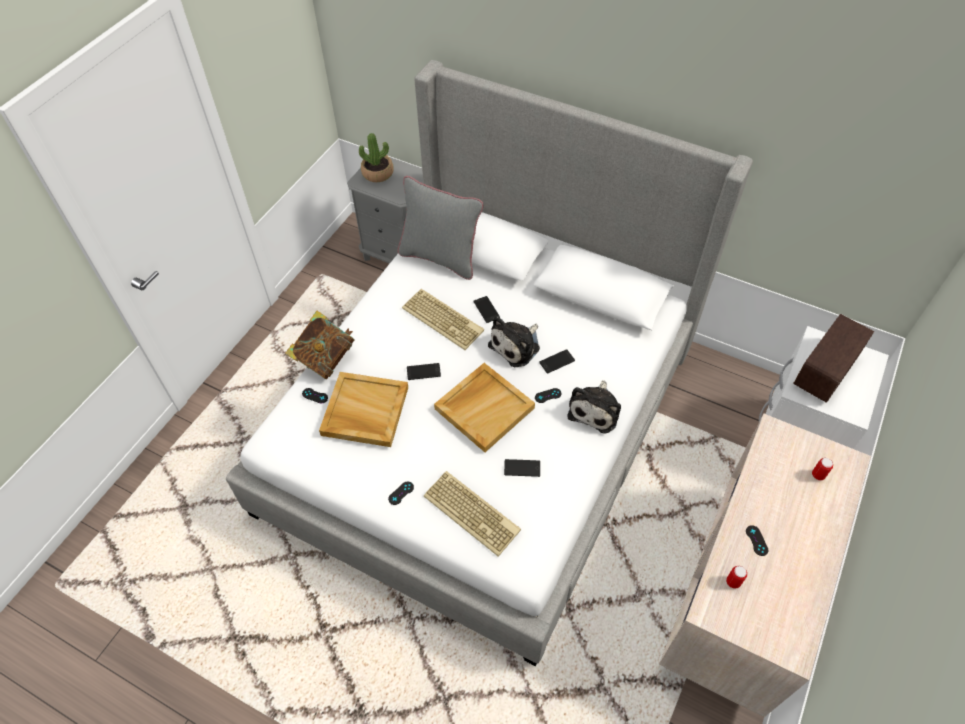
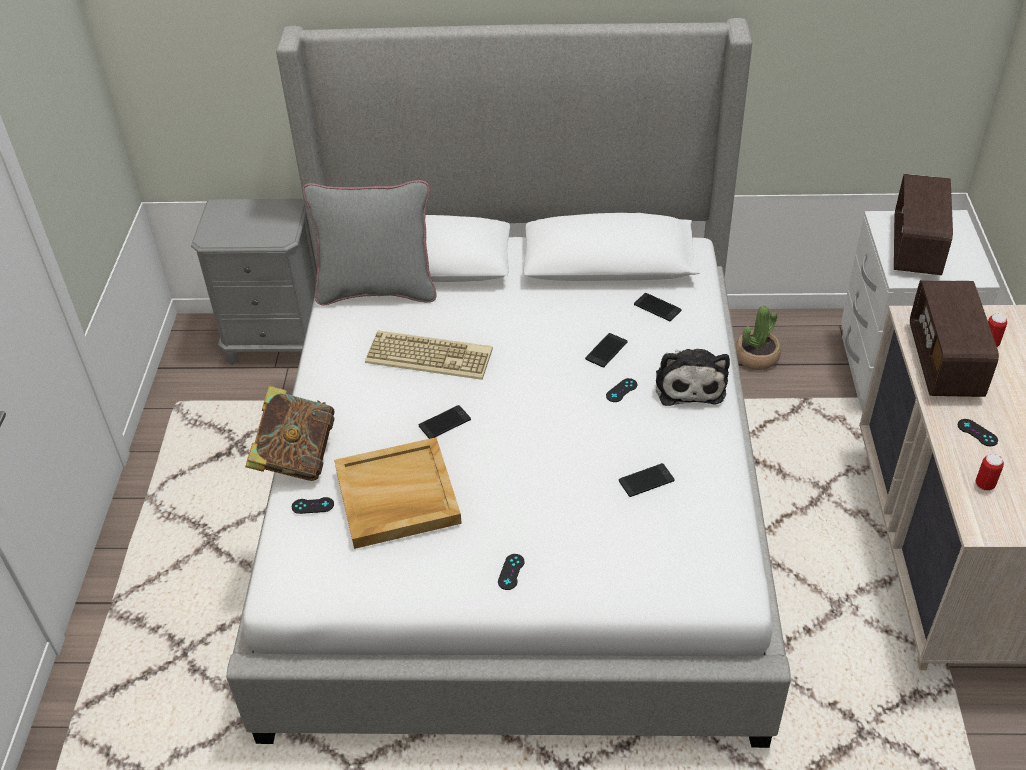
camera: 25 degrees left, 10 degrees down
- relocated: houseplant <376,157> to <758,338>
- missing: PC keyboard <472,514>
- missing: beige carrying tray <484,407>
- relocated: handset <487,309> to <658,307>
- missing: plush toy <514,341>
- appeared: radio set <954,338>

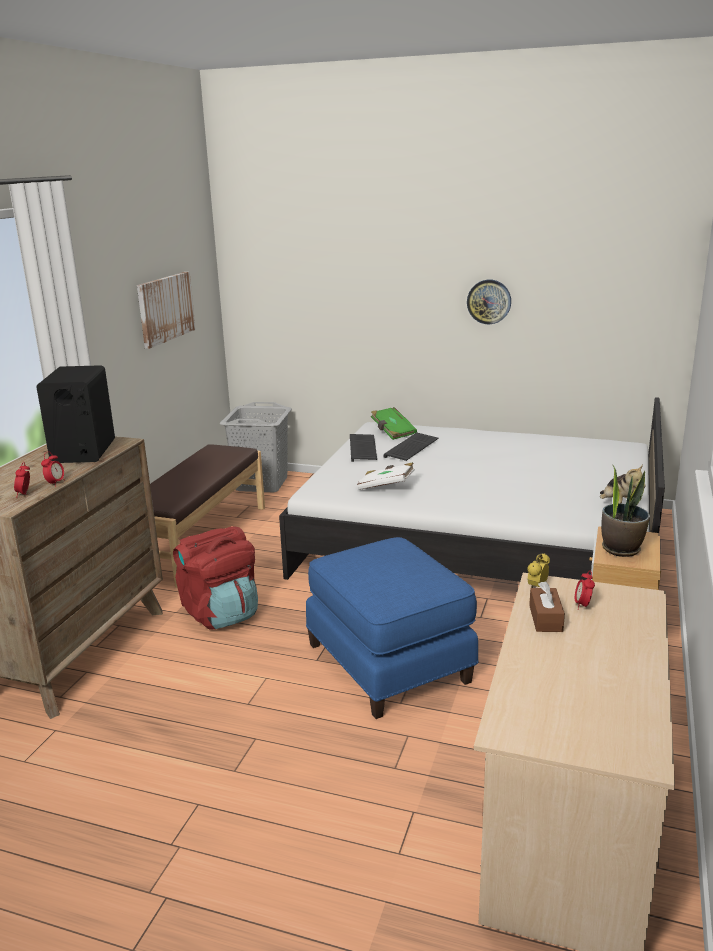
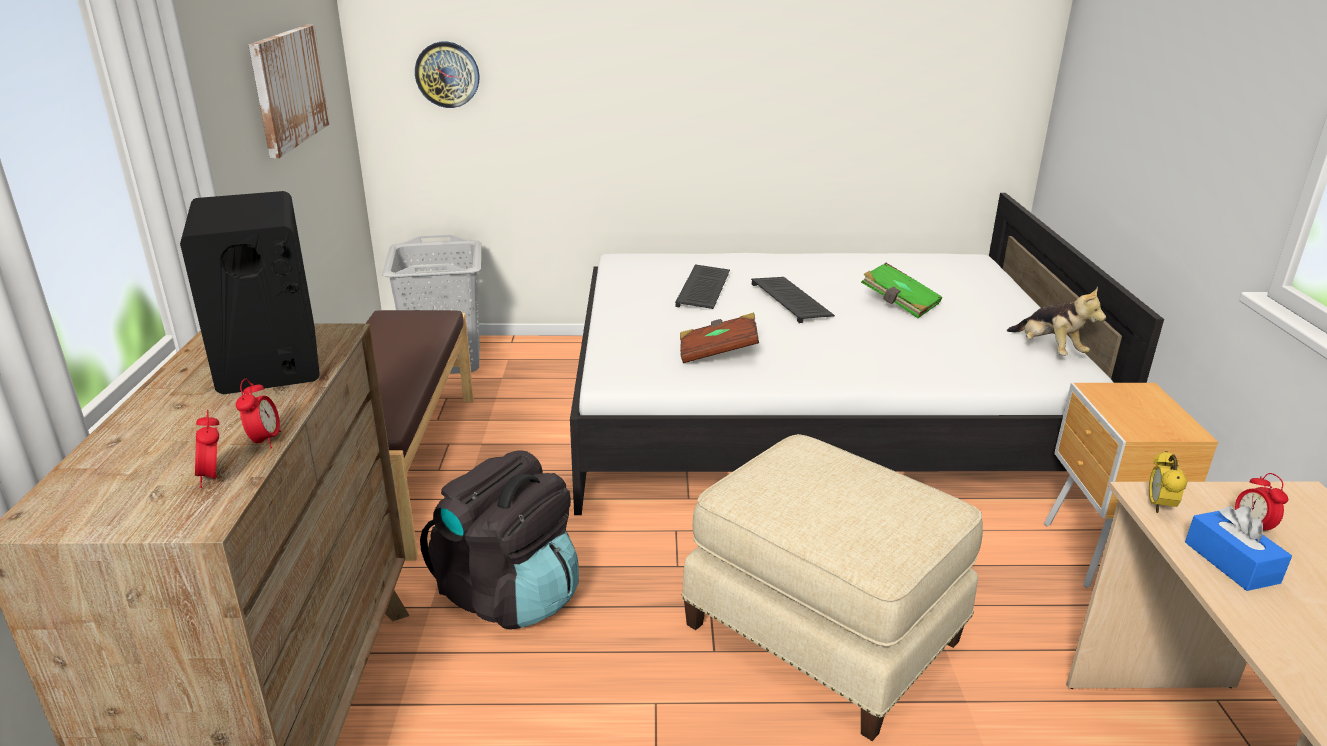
camera: 20 degrees left, 5 degrees up
- colour: reddish knapsack <215,578> to black-coloured knapsack <499,540>
- colour: bluish pouffe <392,628> to beige pouffe <832,587>
- relocated: PC keyboard <363,448> to <793,300>
- colour: white-coloured volume <386,476> to brown-coloured volume <719,337>
- relocated: green volume <394,423> to <901,290>
- relocated: wall clock <489,302> to <447,75>
- colour: brown-coloured box of tissues <547,606> to bluish box of tissues <1238,548>
- missing: houseplant <625,511>

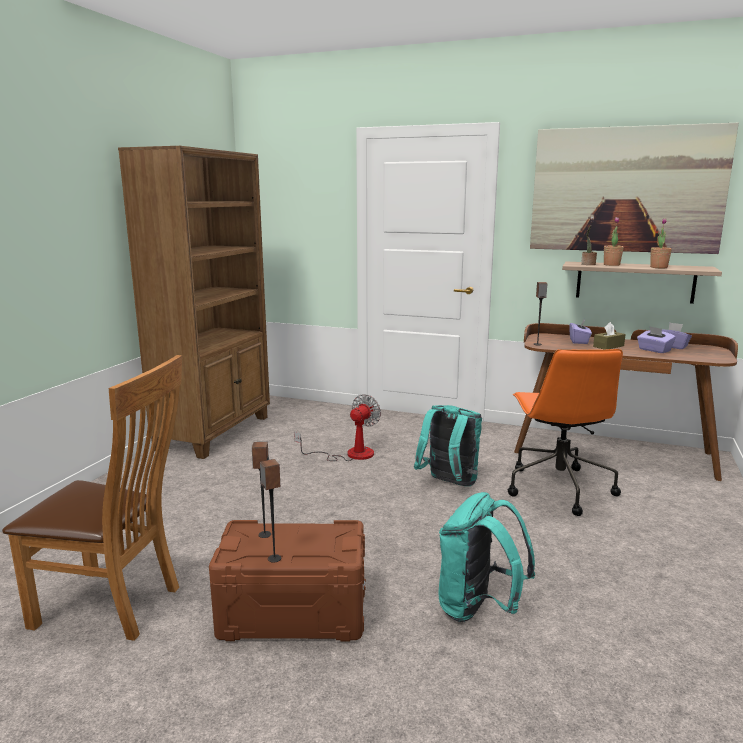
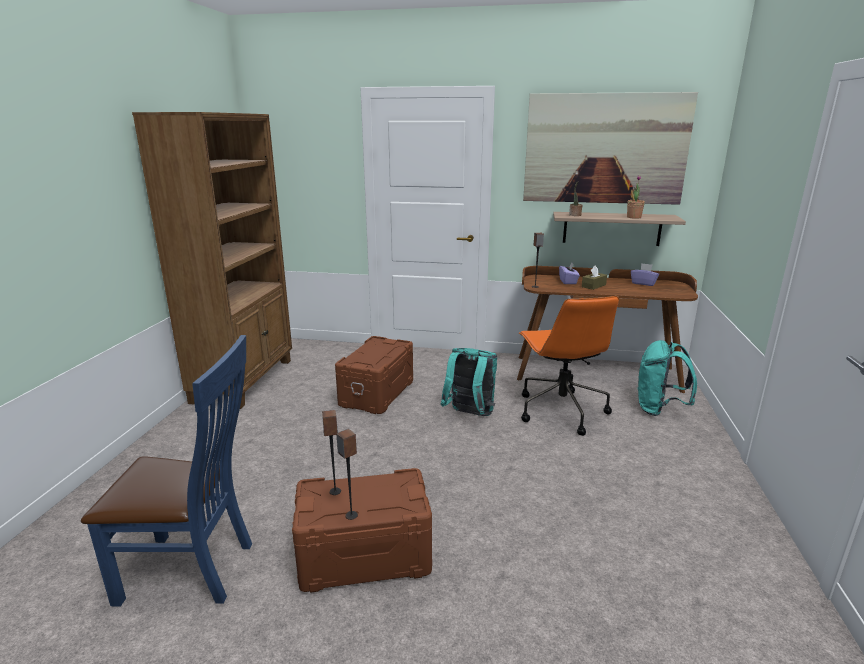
camera: 10 degrees left, 5 degrees up
- colour: brown-coloured upright chair <92,498> to bluish upright chair <166,471>
- exchanged: fan <337,427> to brown-coloured storage bin <374,375>
- relocated: turquoise-coloured knapsack <487,557> to <667,378>
- missing: houseplant <614,241>
- missing: purplish box of tissues <656,339>

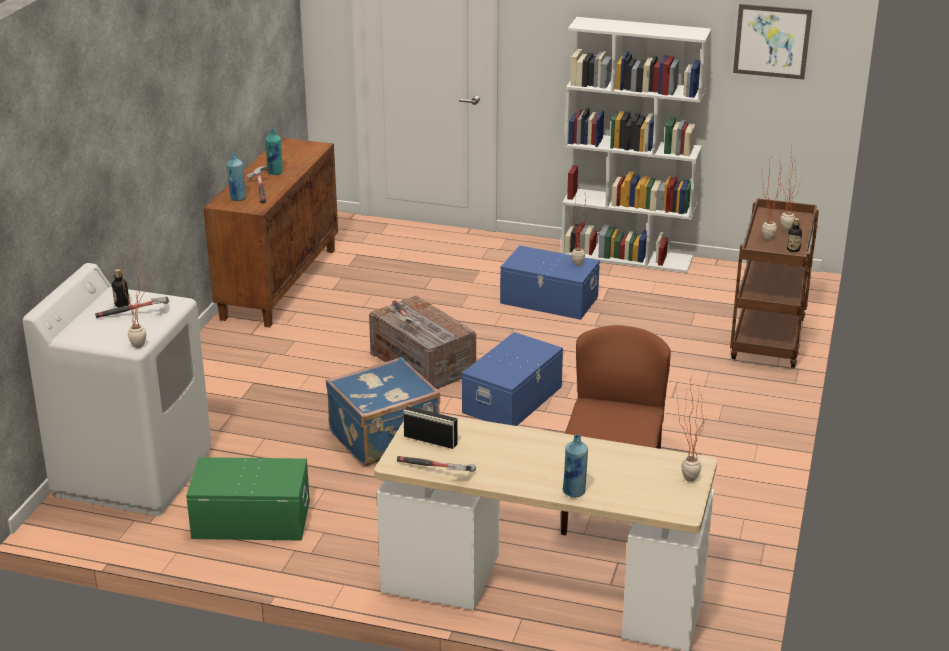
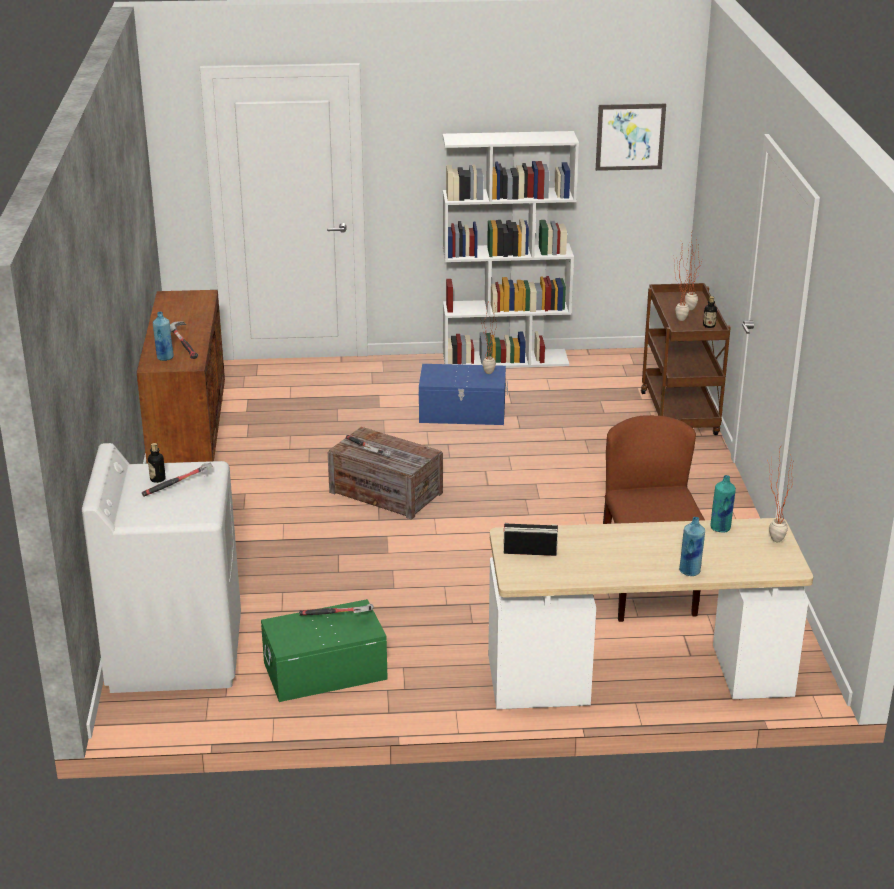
camera: 20 degrees left, 0 degrees up
- missing: houseplant <133,297>
- relocated: turquoise-coloured beverage bottle <274,152> to <723,504>
- missing: bluish suitcase <383,411>
- relocated: hand hammer <436,464> to <336,610>
- missing: bluish storage bin <512,379>

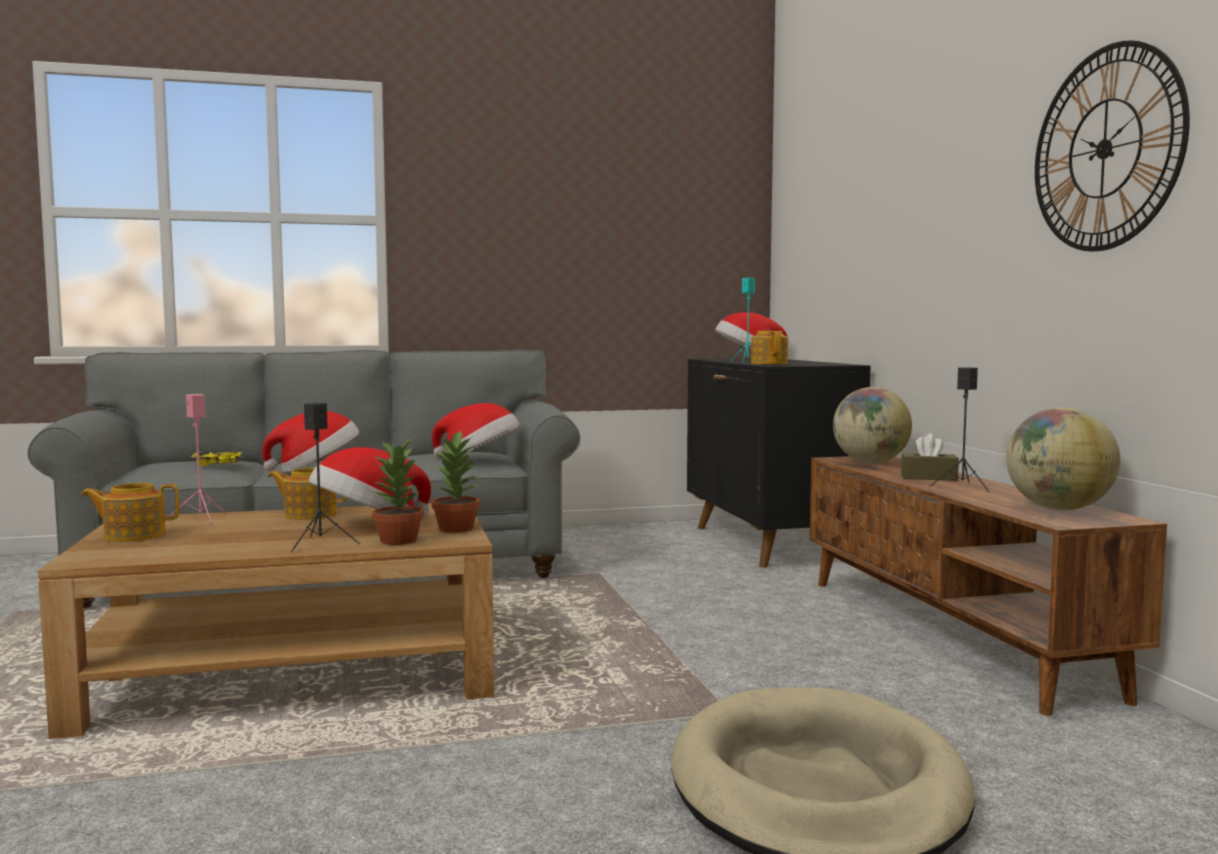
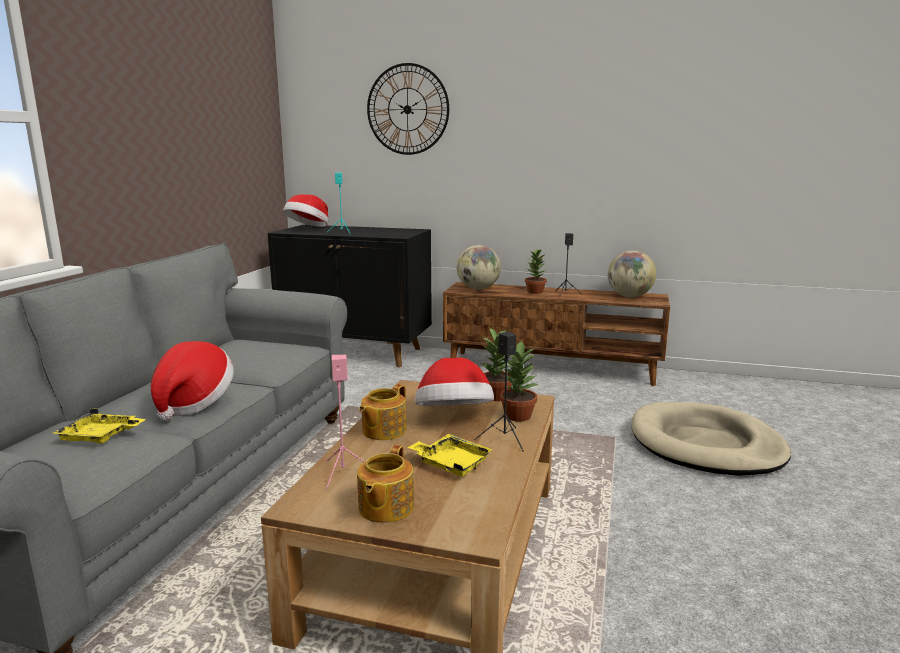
camera: 60 degrees left, 10 degrees up
- missing: clothing hat <475,430>
- missing: pot for tea <769,347>
- exchanged: brown-coloured box of tissues <930,457> to houseplant <536,271>
- relocated: wall clock <1112,146> to <408,109>
- appeared: yellow-coloured carrying tray <450,455>

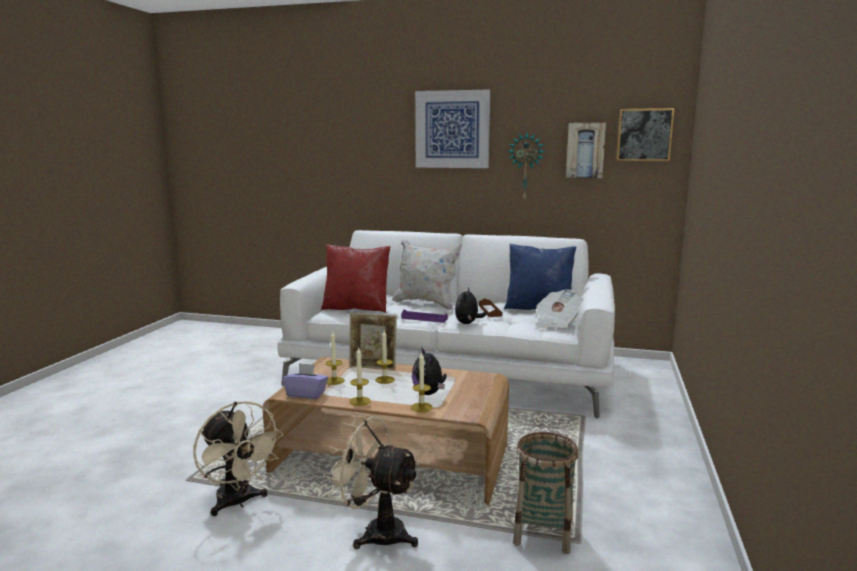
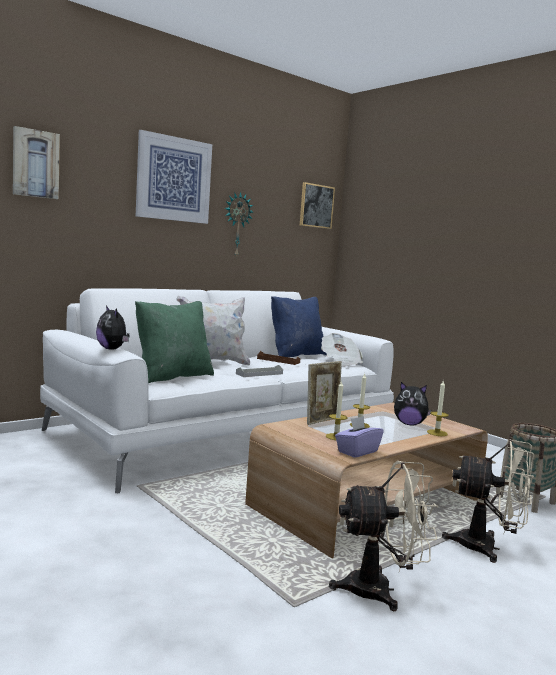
camera: 55 degrees left, 5 degrees down
- colour: reddish throw pillow <355,278> to green throw pillow <174,342>
- spun: beige fan <371,481> = <488,501> 135 degrees counterclockwise
- missing: candle <360,377>
- colour: purplish carrying tray <424,316> to grey carrying tray <259,371>
- relocated: plush toy <471,305> to <112,328>
- relocated: wall picture <586,150> to <36,162>

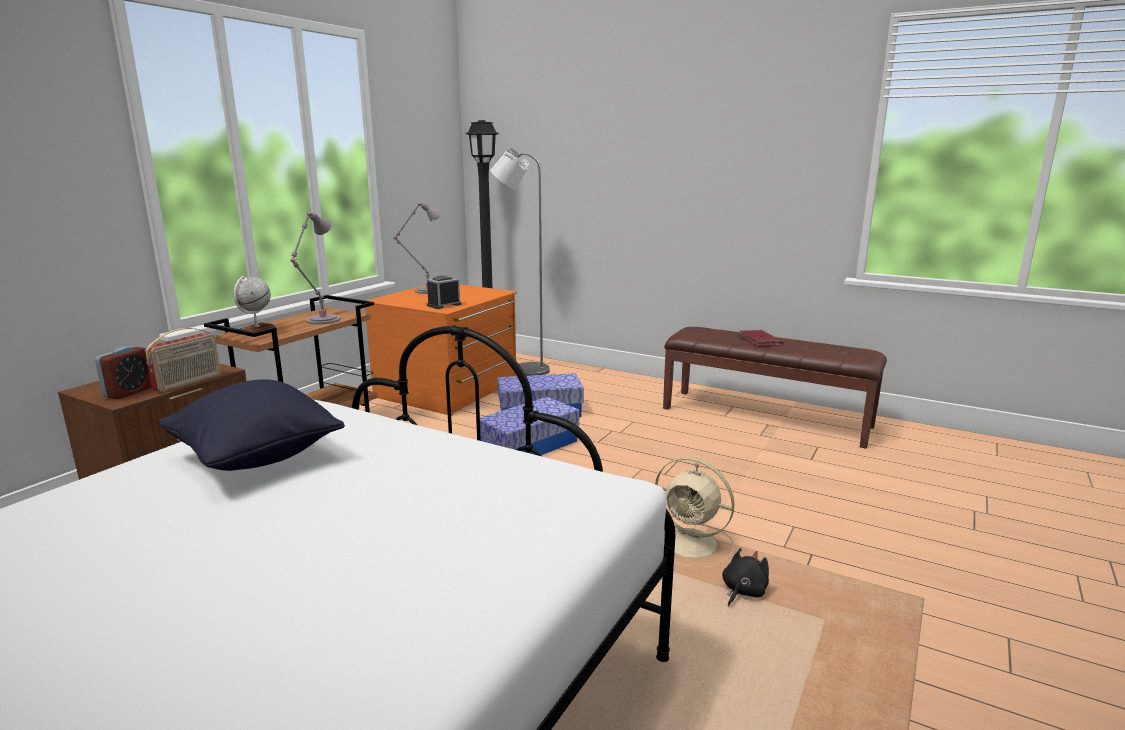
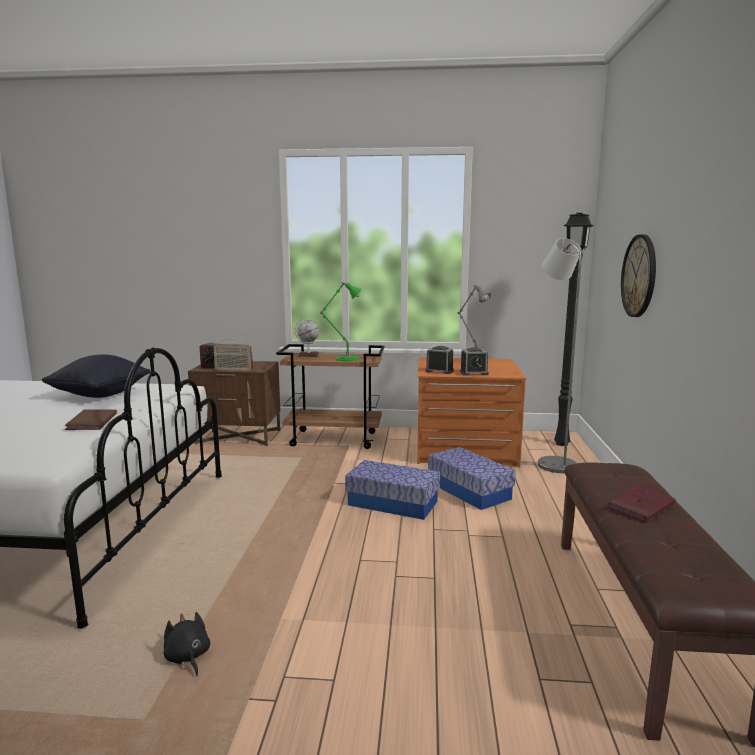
camera: 65 degrees right, 5 degrees down
- colour: grey lamp for a table <315,268> to green lamp for a table <341,321>
- missing: beige fan <695,512>
- spun: black-coloured plush toy <745,577> = <187,644> 135 degrees counterclockwise
- appeared: brown-coloured volume <91,419>
- appeared: alarm clock <474,361>
- appeared: wall clock <638,275>

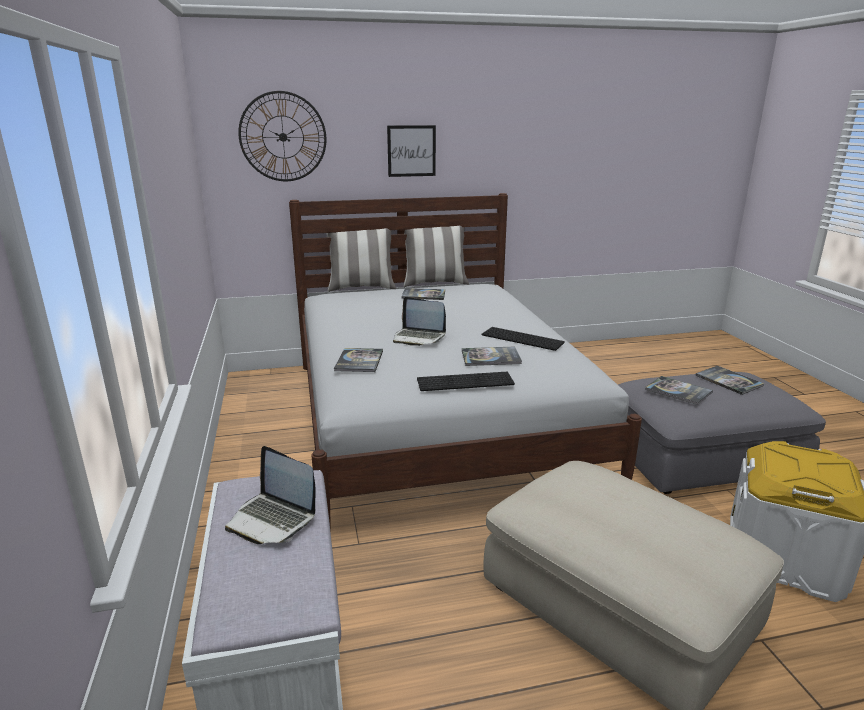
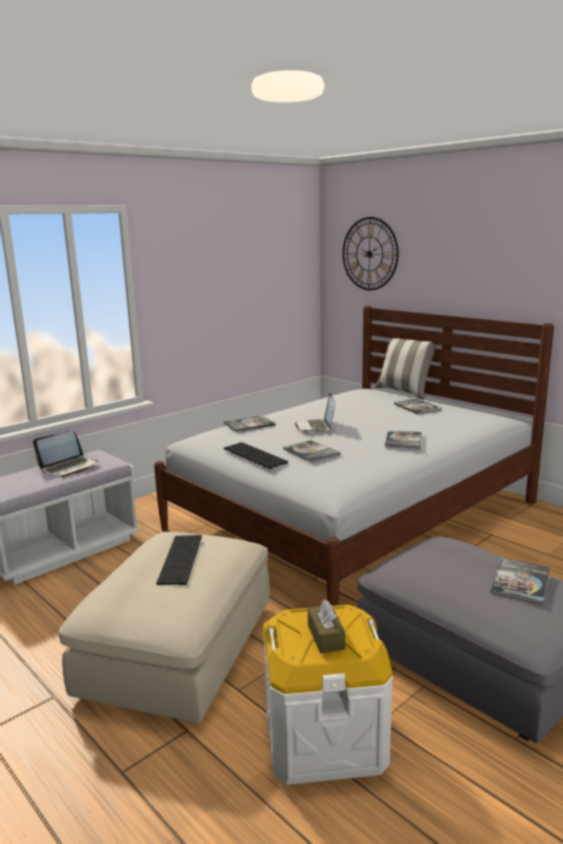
camera: 60 degrees right, 5 degrees down
- spun: portable computer <270,495> = <65,454> 135 degrees counterclockwise
- missing: wall picture <411,151>
- missing: throw pillow <436,256>
- relocated: PC keyboard <523,339> to <179,560>
- relocated: volume <679,390> to <403,440>
- appeared: brown-coloured box of tissues <326,626>

